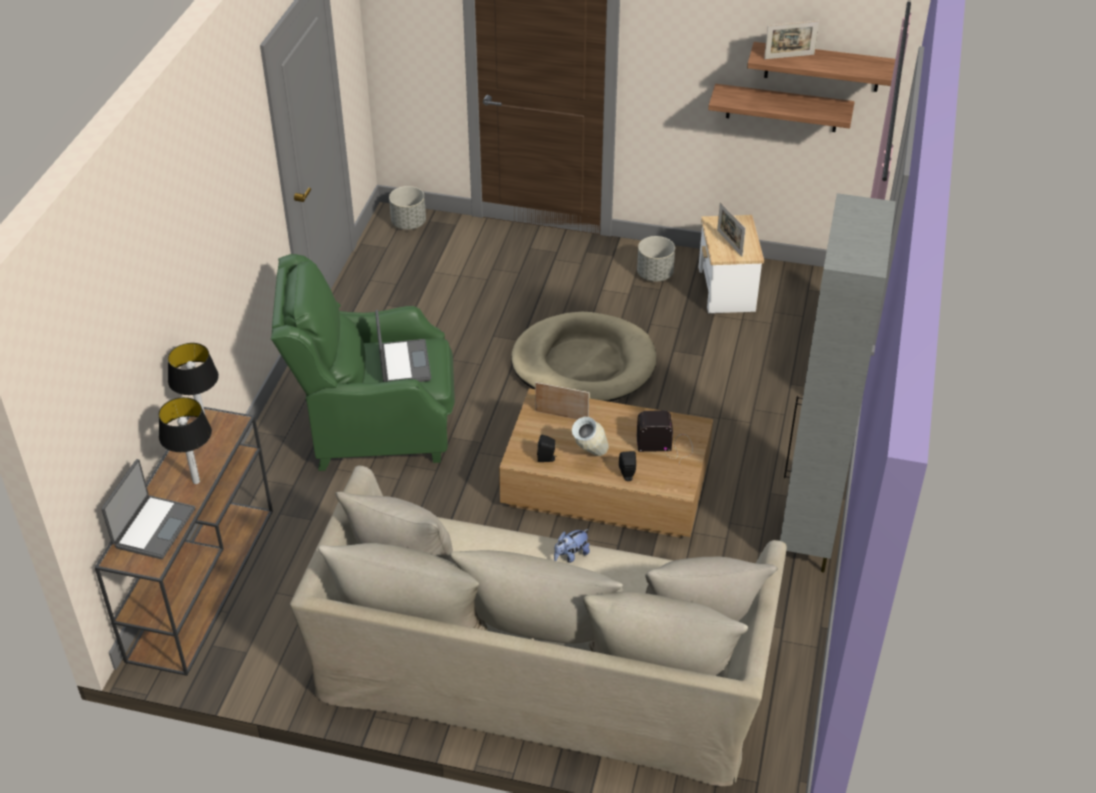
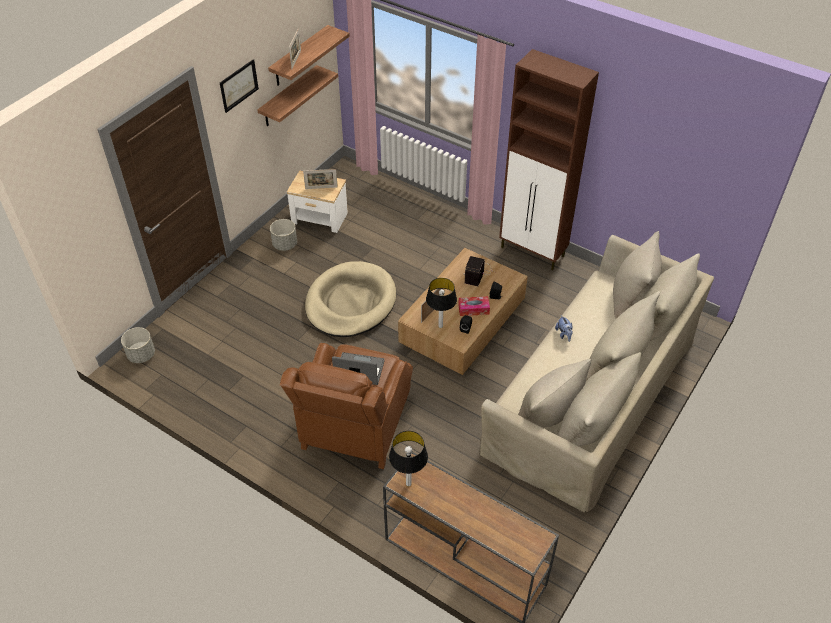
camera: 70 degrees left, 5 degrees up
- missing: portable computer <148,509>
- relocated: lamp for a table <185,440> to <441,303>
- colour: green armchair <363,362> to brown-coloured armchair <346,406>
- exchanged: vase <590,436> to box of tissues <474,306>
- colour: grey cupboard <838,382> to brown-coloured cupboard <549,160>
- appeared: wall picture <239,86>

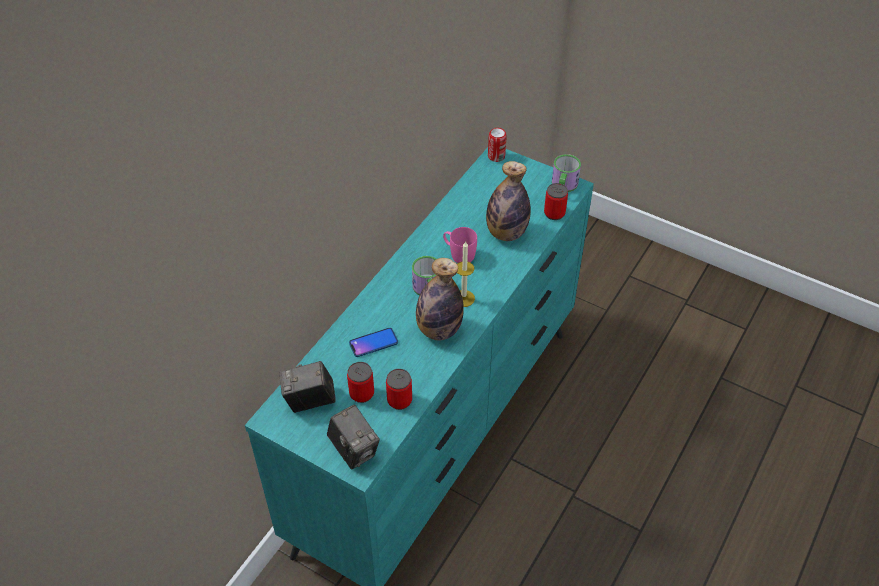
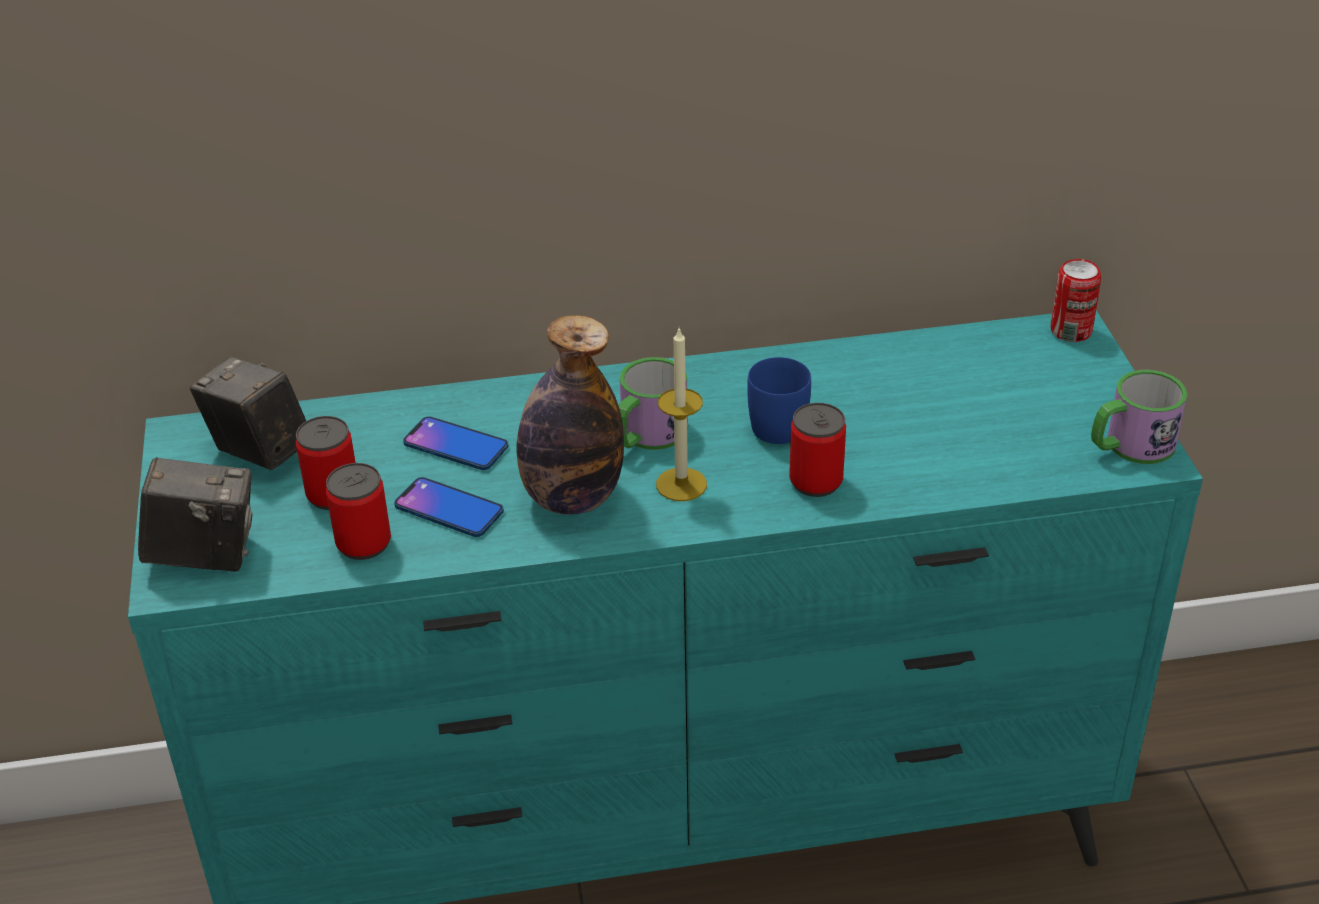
camera: 50 degrees right, 10 degrees down
- spun: still camera <353,437> = <195,514> 105 degrees counterclockwise
- colour: pink coffee mug <460,245> to bluish coffee mug <779,400>
- missing: beverage bottle <508,201>
- relocated: sealed can <556,201> to <817,450>
- appeared: handset <449,507>

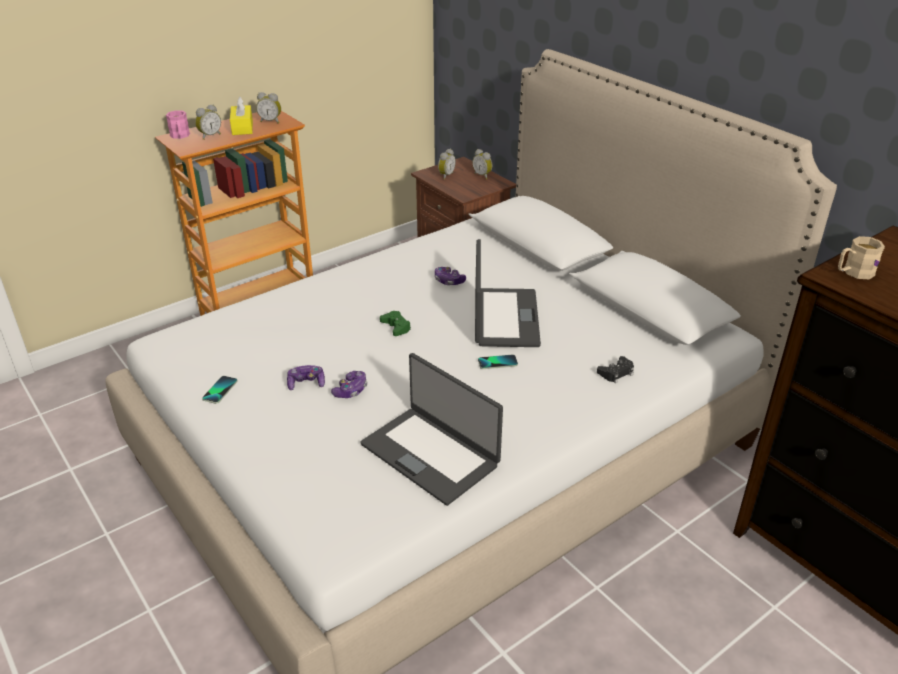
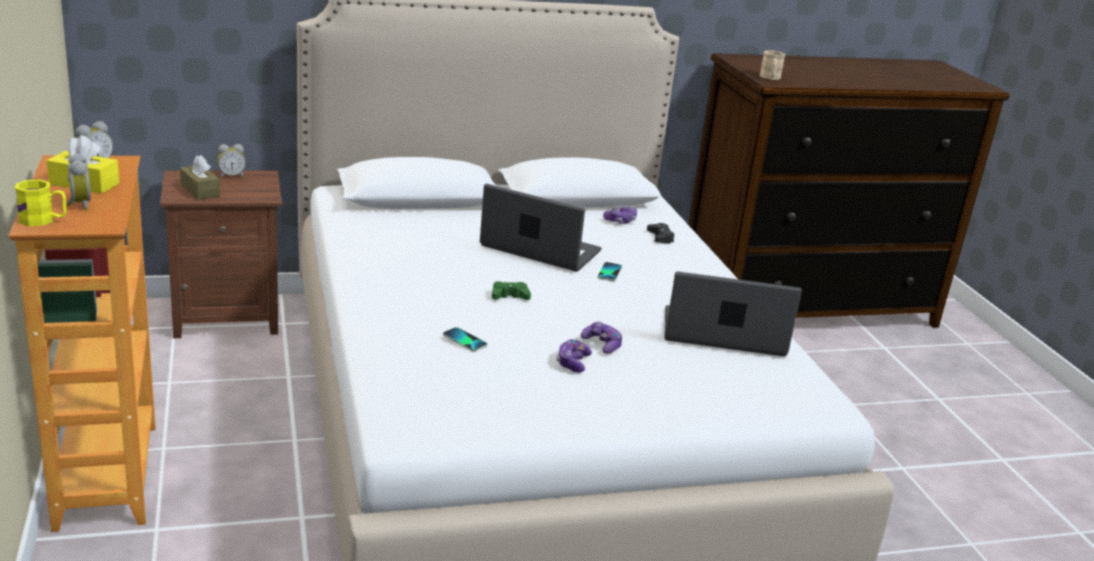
camera: 70 degrees left, 10 degrees down
- colour: pink coffee mug <178,125> to yellow-coloured coffee mug <40,203>
- relocated: handset <220,390> to <465,339>
- spun: portable computer <431,429> = <733,314> 150 degrees counterclockwise
- relocated: gamepad <450,276> to <620,215>
- exchanged: alarm clock <447,164> to brown-coloured box of tissues <200,177>

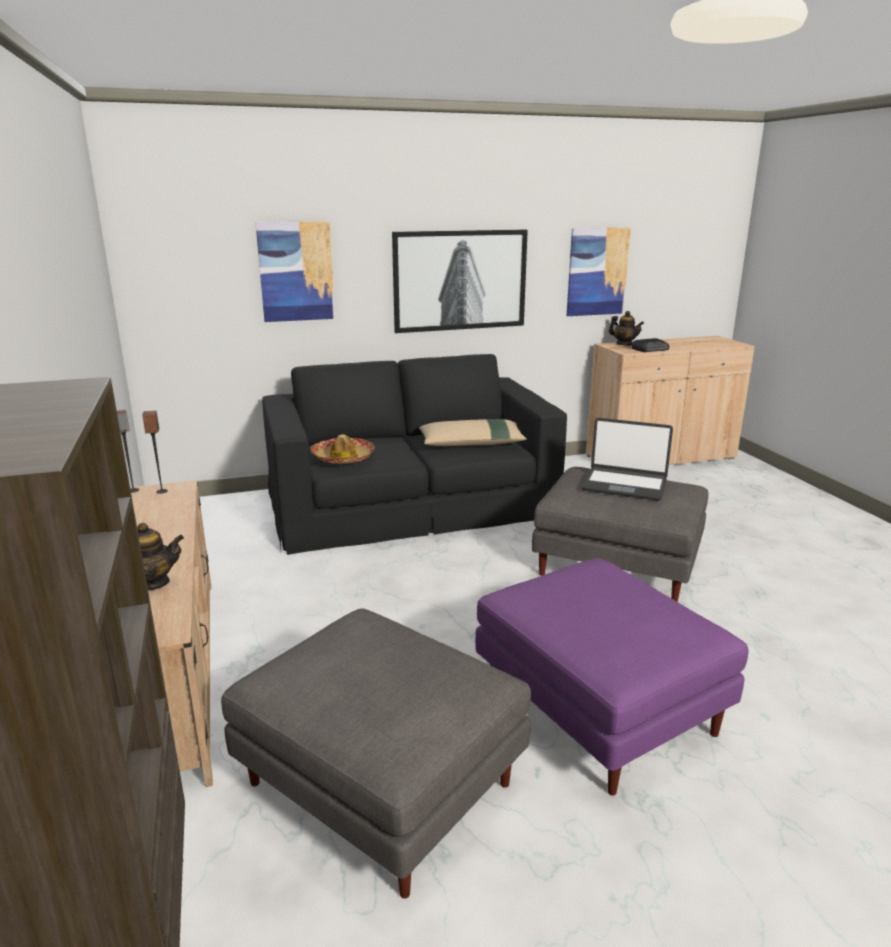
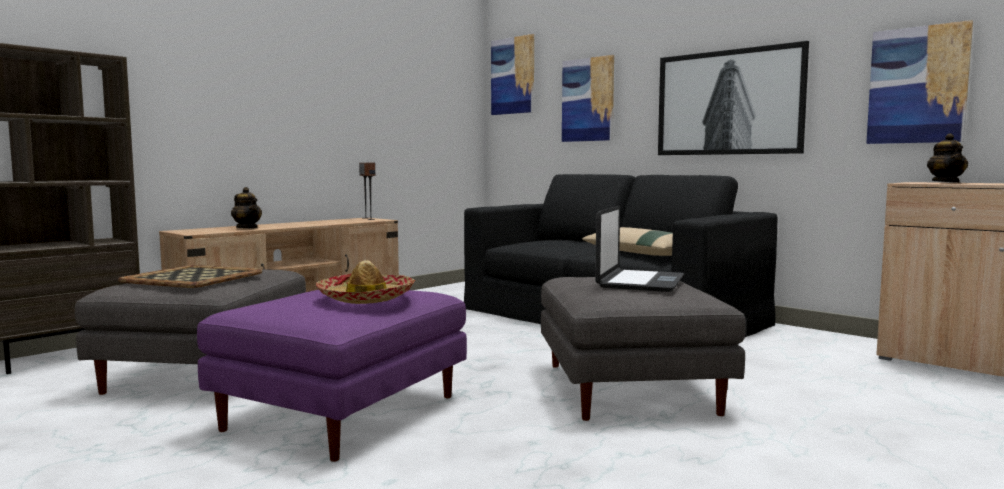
camera: 60 degrees right, 15 degrees down
- relocated: clothing hat <343,449> to <365,282>
- spun: portable computer <627,459> = <639,249> 150 degrees counterclockwise
- missing: radio set <650,345>
- appeared: carrying tray <190,276>
- appeared: wall picture <512,74>

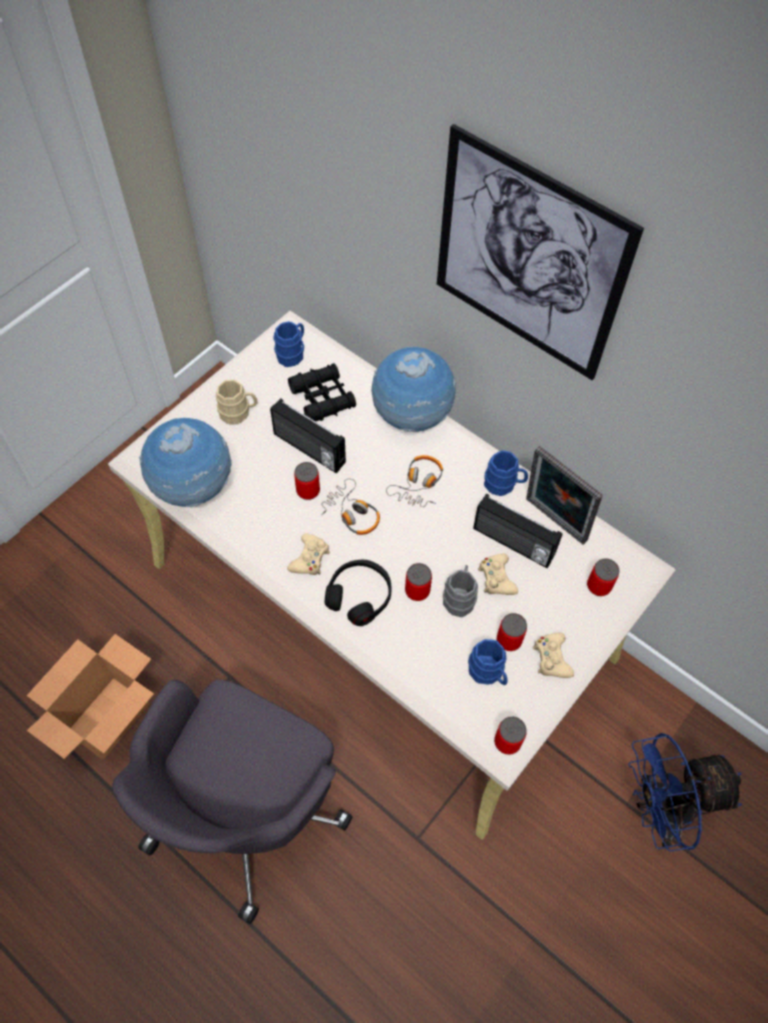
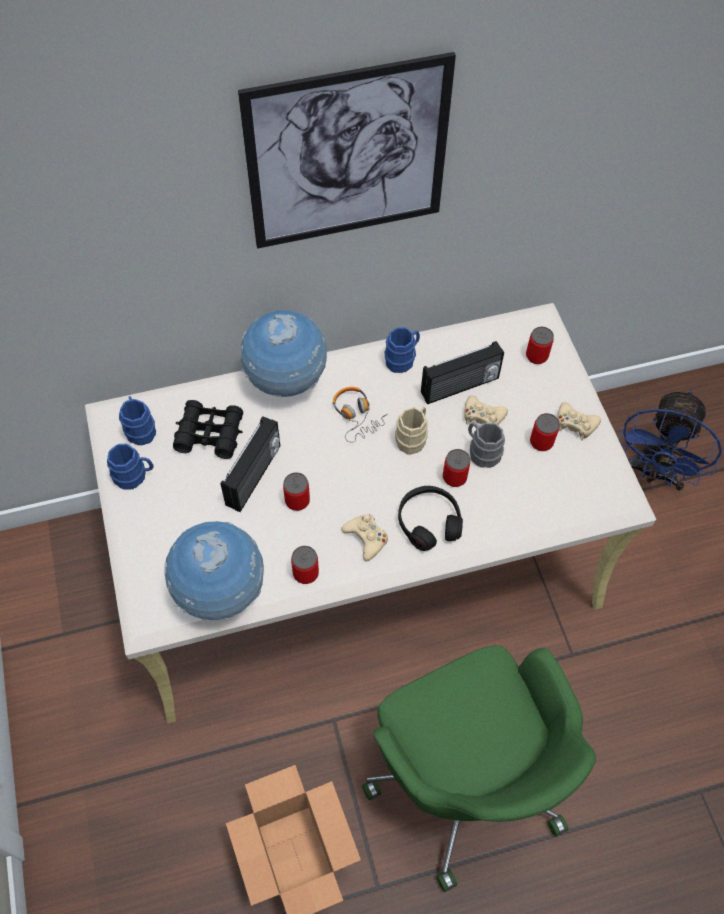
camera: 55 degrees left, 0 degrees up
- colour: grey office chair <232,802> to green office chair <479,768>
- relocated: beige coffee mug <237,402> to <411,431>
- spun: radio set <308,435> = <250,464> 45 degrees counterclockwise
- missing: pair of headphones <350,507>
- relocated: bluish coffee mug <488,662> to <130,467>
- relocated: sealed can <510,735> to <305,565>
- missing: photo frame <564,495>

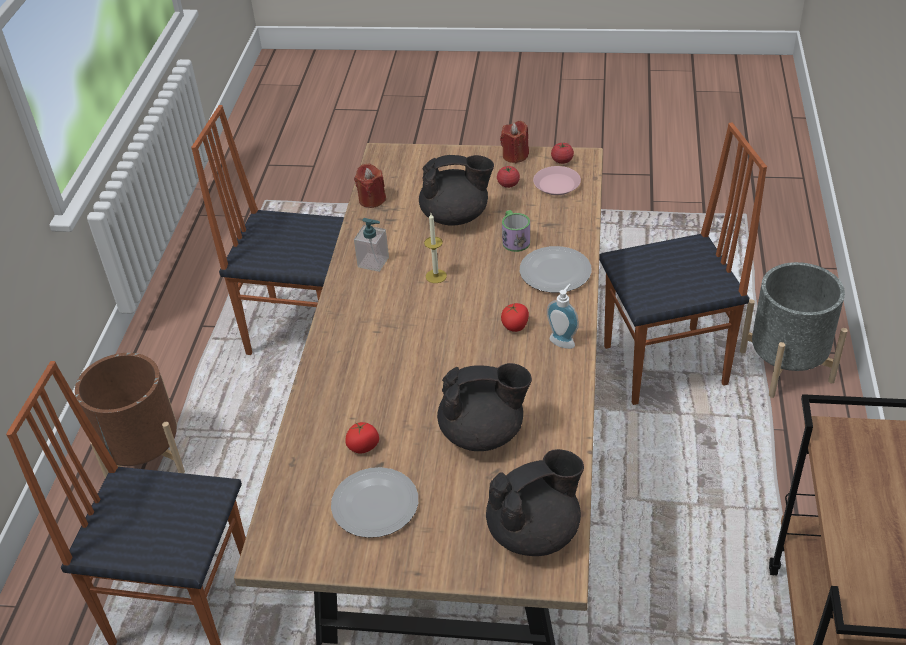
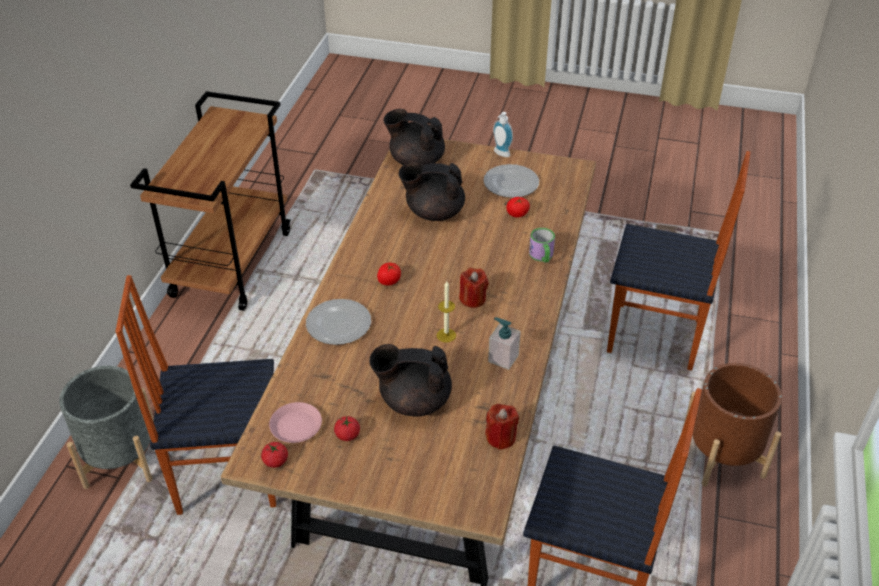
camera: 175 degrees left, 0 degrees up
- spun: black-coloured pot for tea <535,502> = <414,137> 45 degrees clockwise
- relocated: reddish candle <514,142> to <474,288>
- relocated: coffee mug <516,231> to <542,245>
- relocated: soap bottle <563,316> to <503,134>

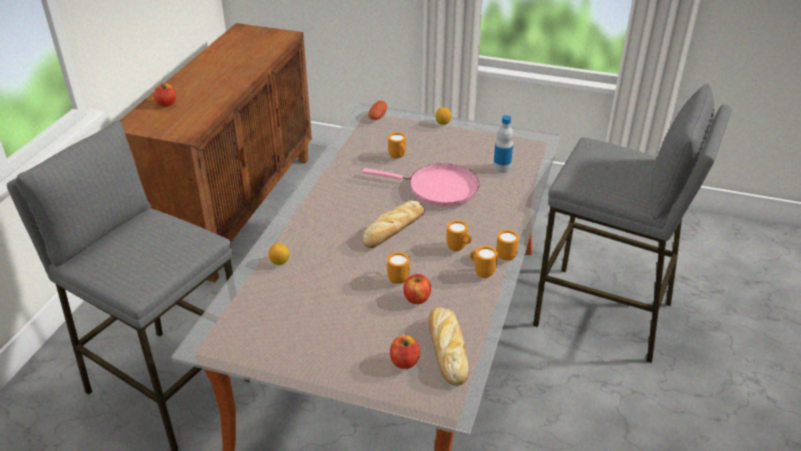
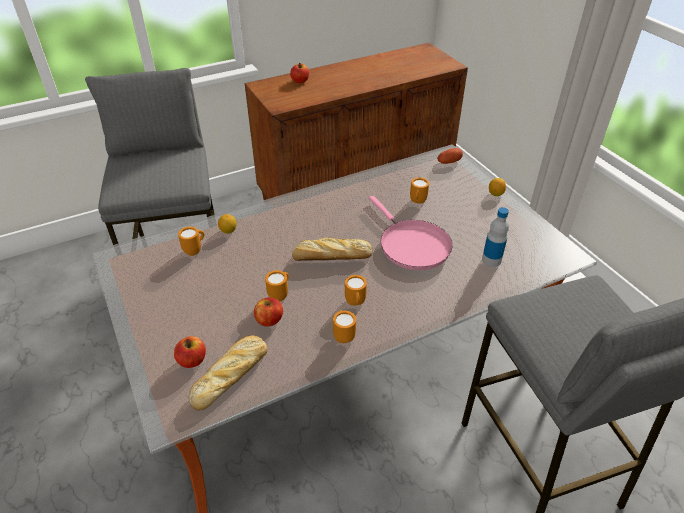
camera: 45 degrees right, 5 degrees up
- relocated: orangey coffee mug <507,245> to <191,241>

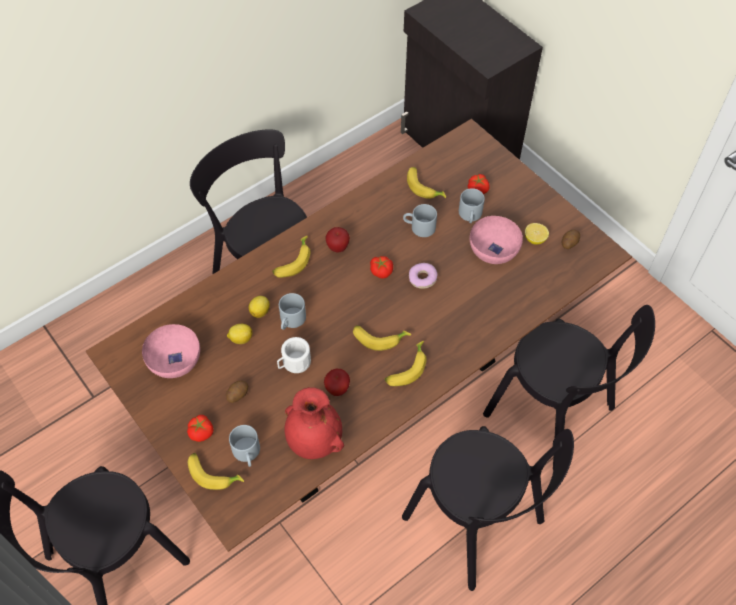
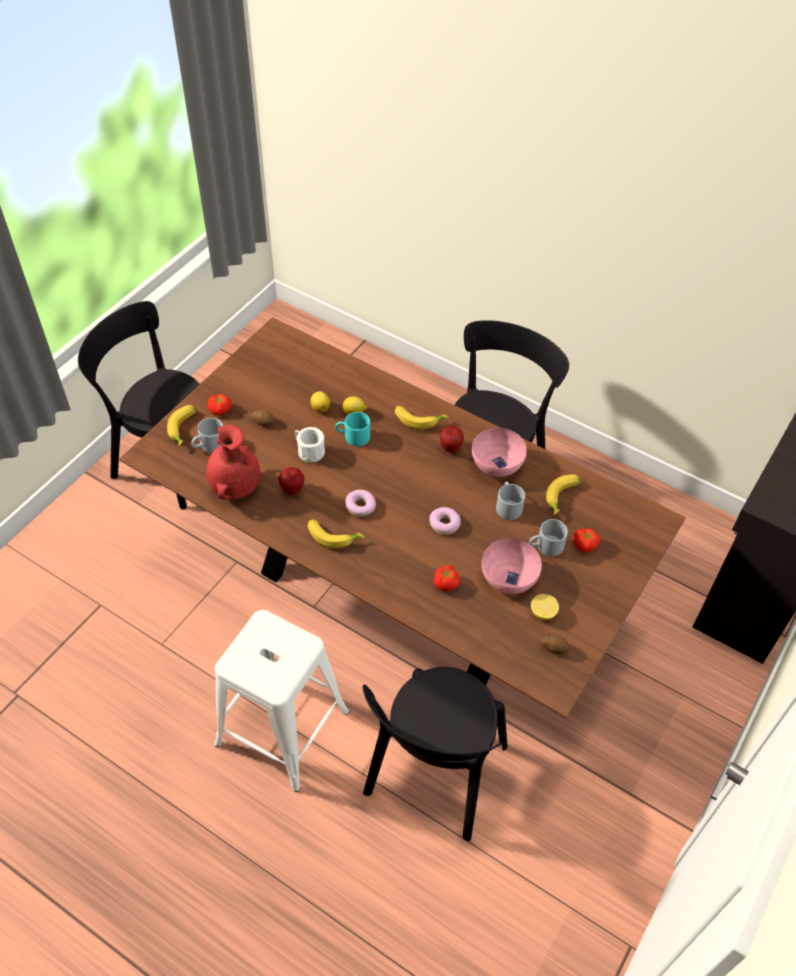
camera: 70 degrees right, 5 degrees down
- relocated: pink deep dish <171,351> to <499,452>
- colour: grey coffee mug <292,311> to turquoise-coloured coffee mug <353,429>
- exchanged: whole banana <382,338> to doughnut <360,503>
- relocated: whole tomato <381,267> to <447,578>
- exchanged: black-coloured upright chair <488,508> to white-coloured stool seat <281,701>

